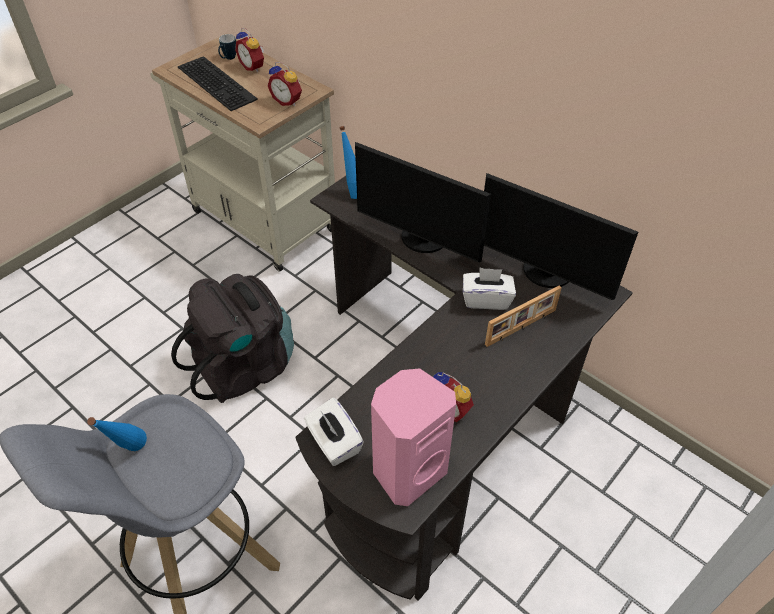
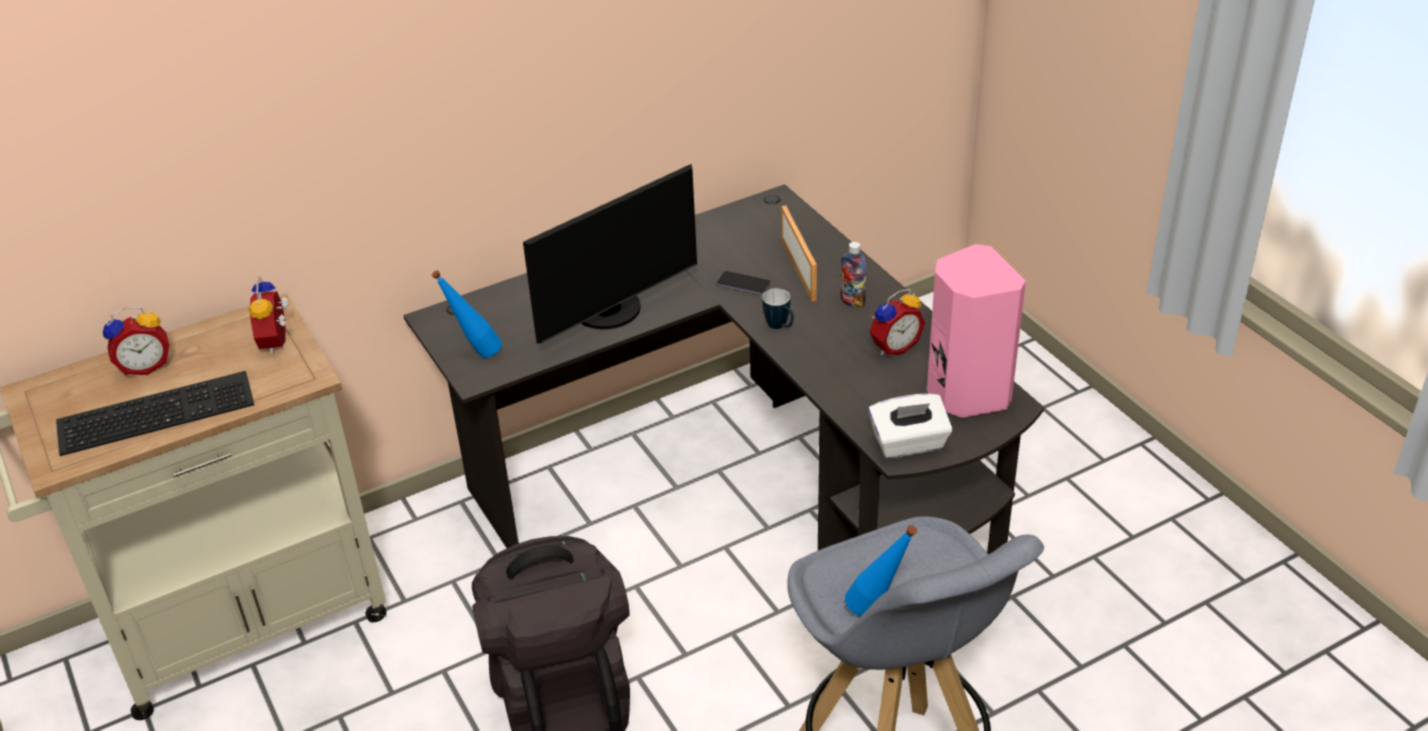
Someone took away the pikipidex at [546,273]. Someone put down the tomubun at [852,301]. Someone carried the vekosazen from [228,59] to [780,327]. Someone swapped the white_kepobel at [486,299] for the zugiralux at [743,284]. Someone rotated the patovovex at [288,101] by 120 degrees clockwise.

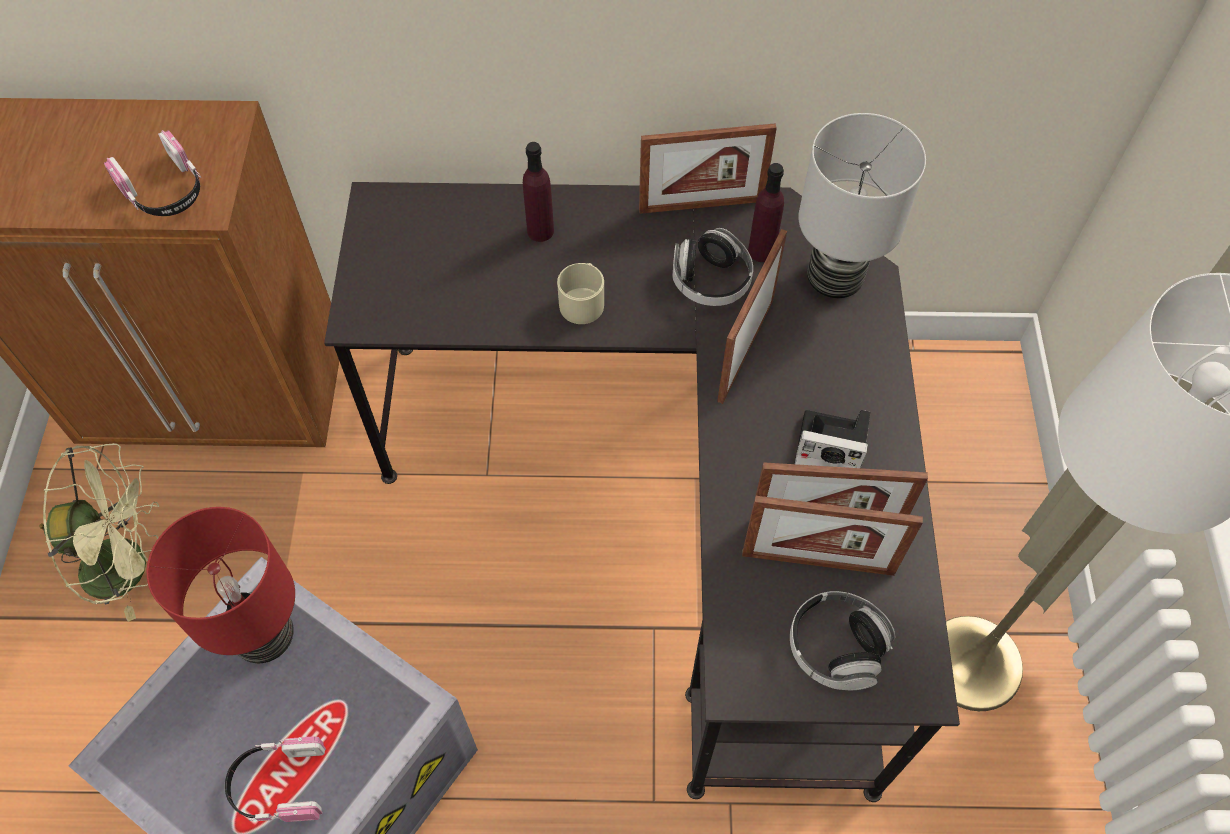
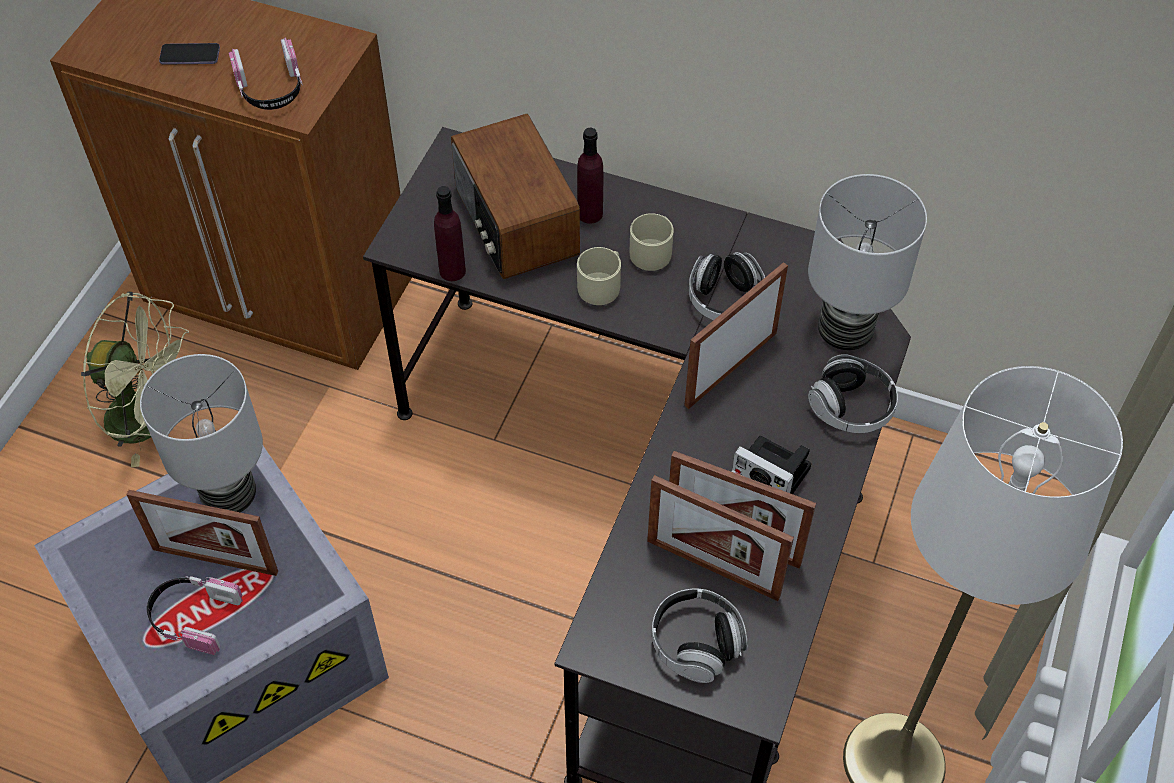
Someone put down the zugiralux at [190,55]. Someone put down the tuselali at [514,223]. Someone put down the beige_vekosazen at [653,250]. Someone put down the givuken at [851,407]. Someone carried the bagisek from [701,205] to [215,560]. Someone carried the purple_tomubun from [761,251] to [452,271]. Someone repainted the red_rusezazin at [263,634], which became the grey_rusezazin at [228,492].

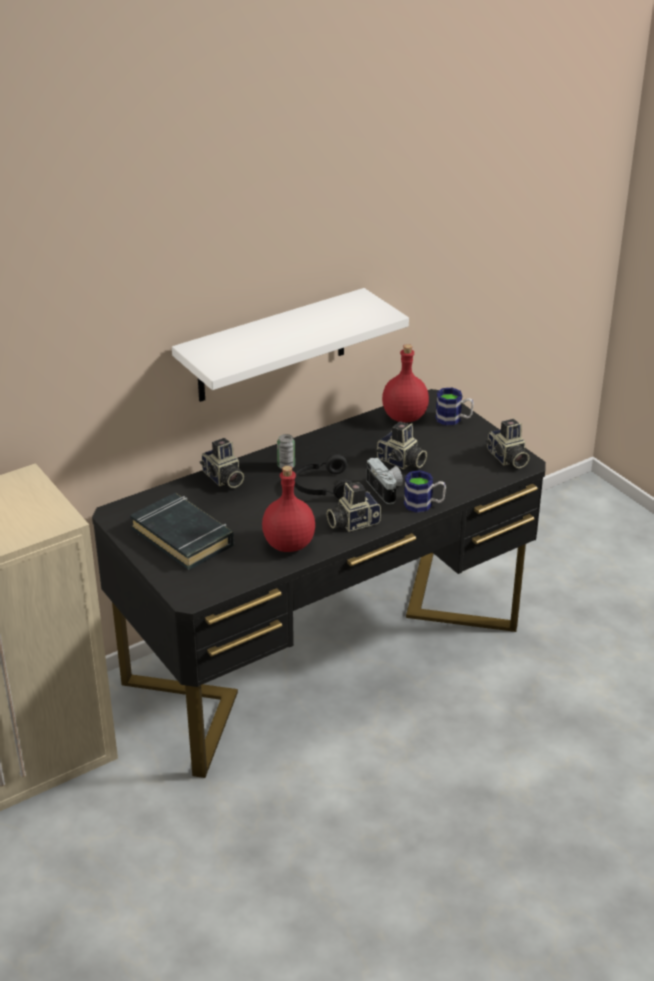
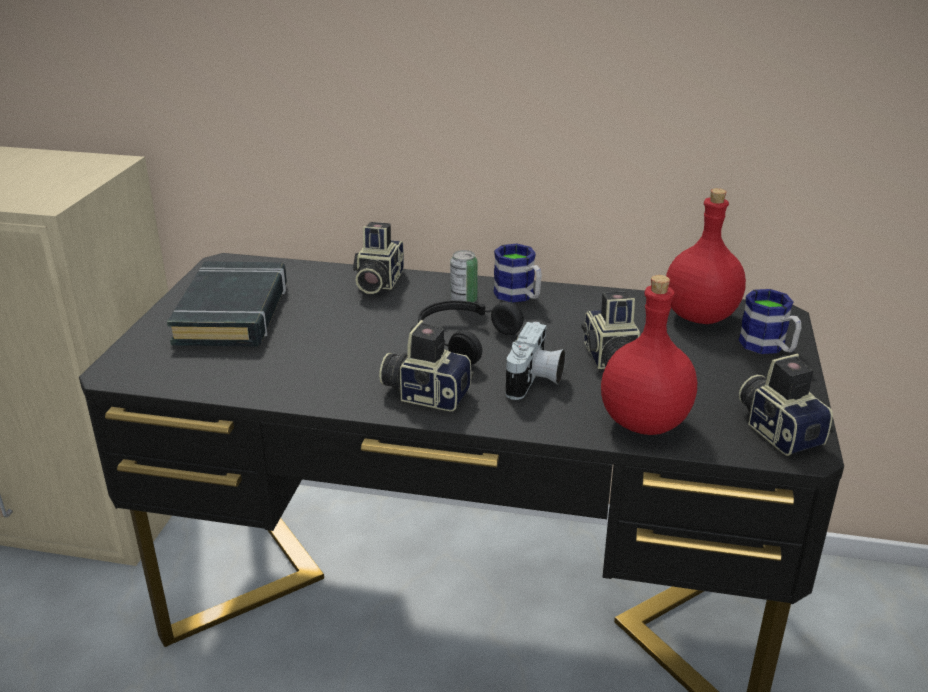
Someone took away the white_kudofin at [272,346]. Someone carried the red_tomubun from [288,544] to [643,421]. Someone carried the vekosazen from [424,504] to [519,296]. Someone rotated the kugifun at [507,458] by 135 degrees clockwise.

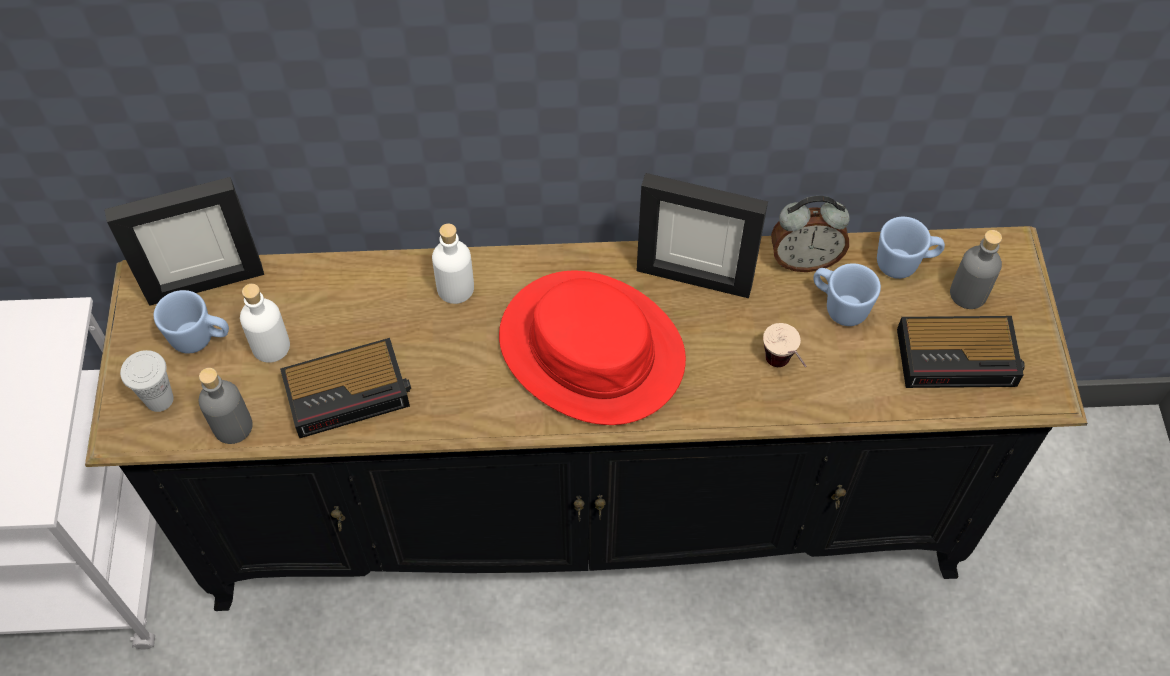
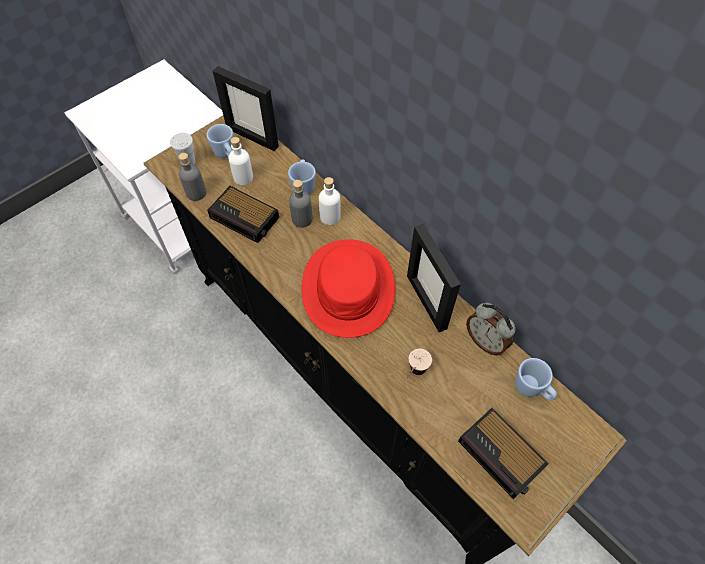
Someone carried the blue_vekosazen from [839,306] to [303,185]. Someone carried the grey_tomubun from [968,294] to [302,219].

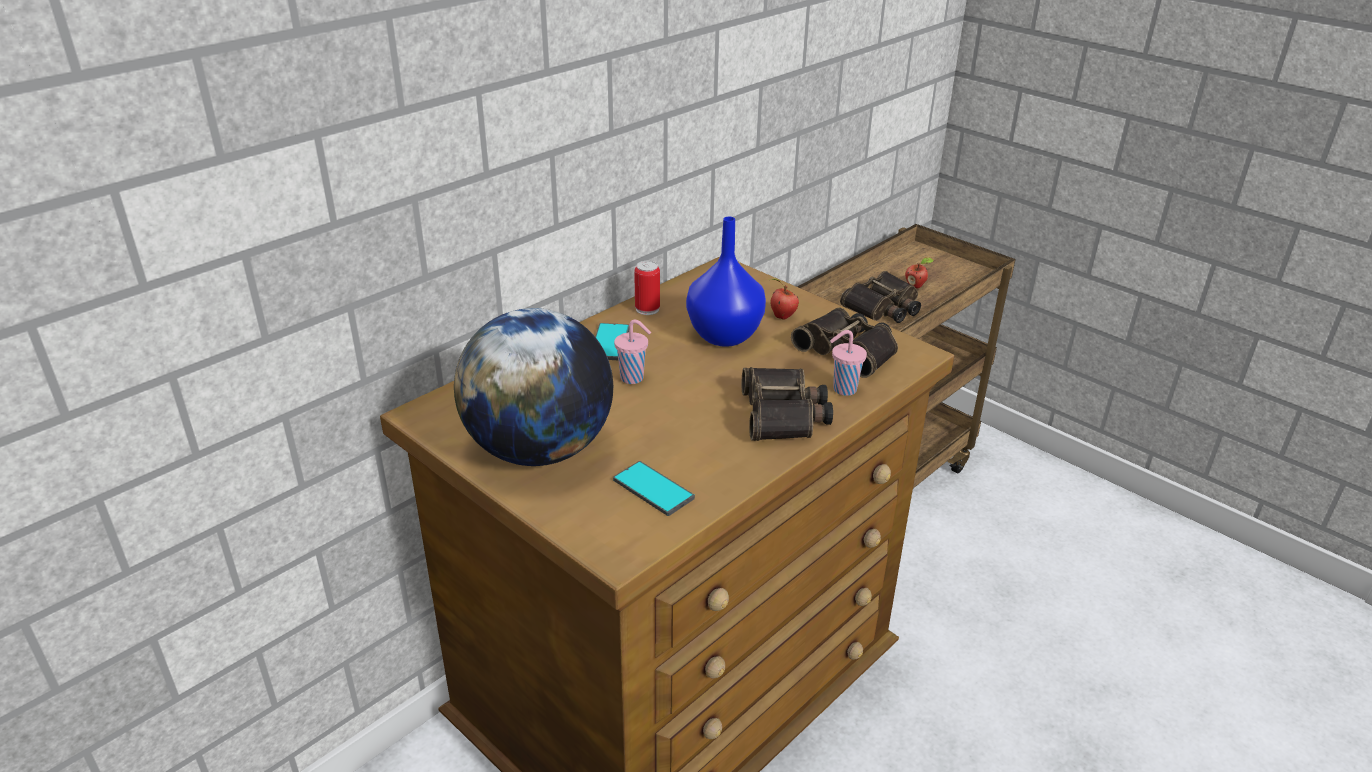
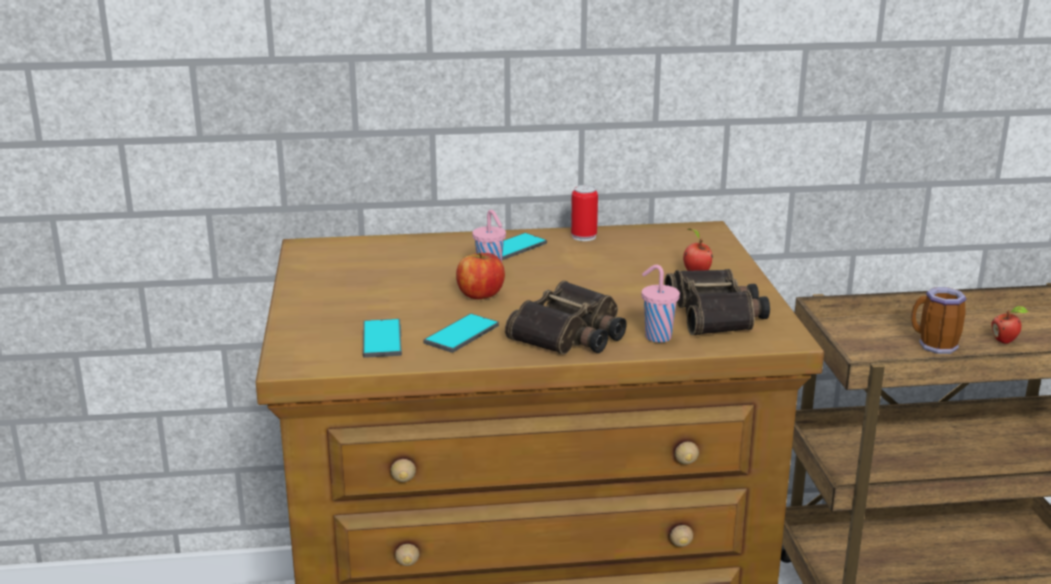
Someone took away the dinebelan at [540,449]. Someone took away the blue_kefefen at [724,335]. Someone put down the zugiralux at [462,334]. Someone put down the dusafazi at [480,294]. Someone swapped the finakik at [883,307] for the vekosazen at [934,346].

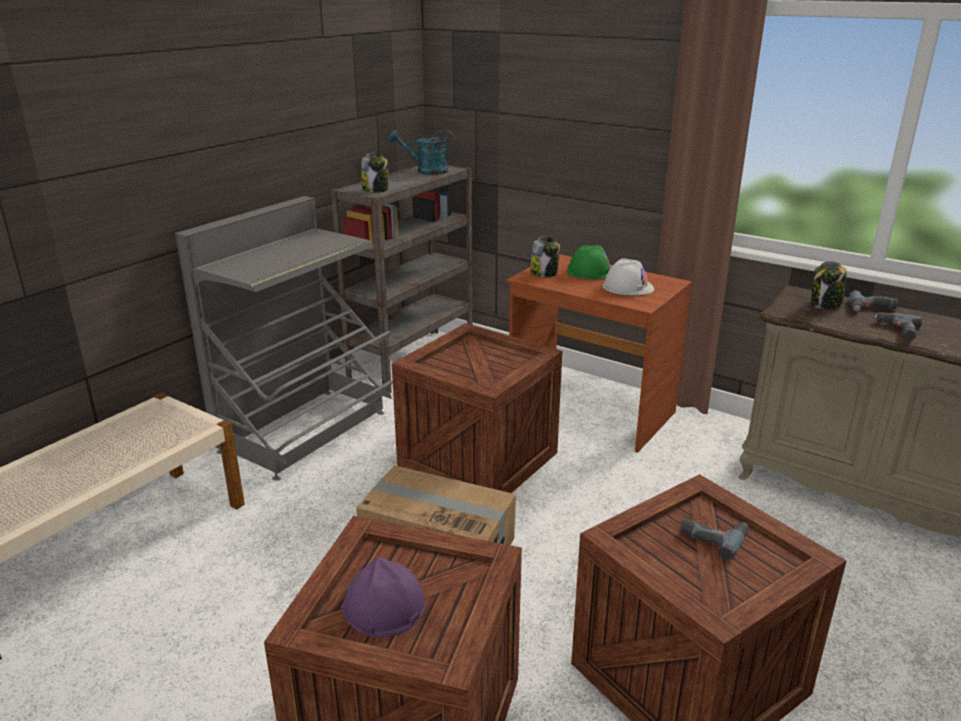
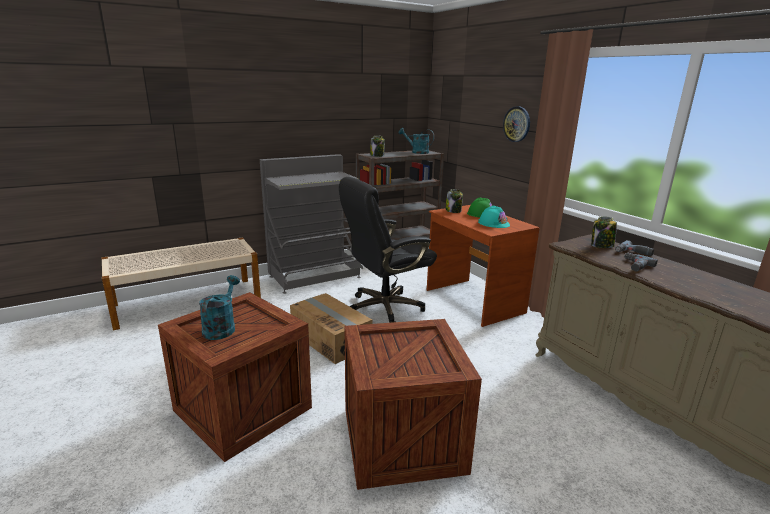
Someone took away the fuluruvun at [713,536]. Someone put up the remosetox at [517,124]. Someone swapped the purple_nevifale at [383,605] for the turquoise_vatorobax at [221,327]. Someone swapped the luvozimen at [475,460] for the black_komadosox at [386,308]. Someone repainted the white_nevifale at [627,287], which became the turquoise_nevifale at [493,223].

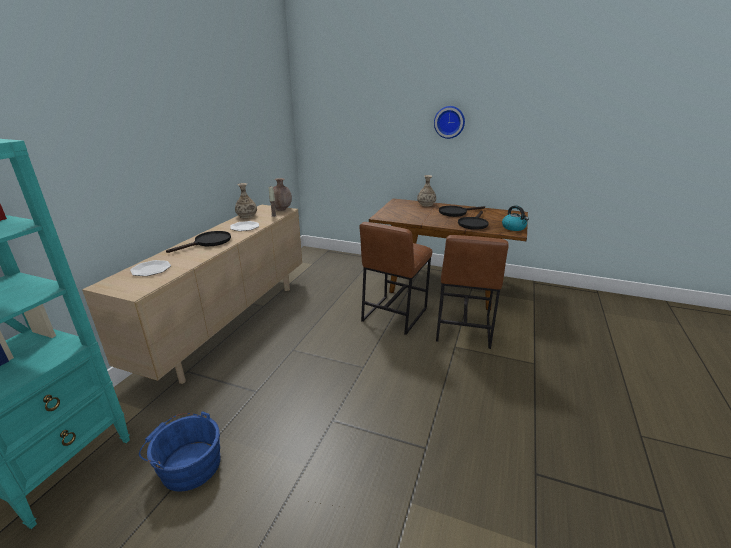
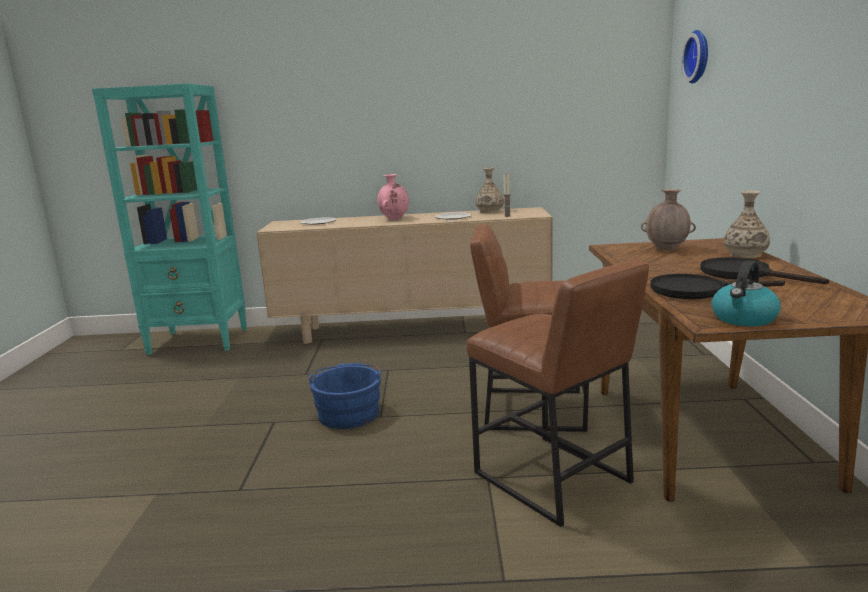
Someone carried the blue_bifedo from [188,464] to [349,412]. Someone carried the brown_kefefen from [281,210] to [666,249]. Someone carried the remosetox from [449,122] to [699,56]. Someone swapped the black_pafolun at [208,242] for the pink_kefefen at [394,219]. Someone rotated the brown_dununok at [463,329] by 120 degrees counterclockwise.

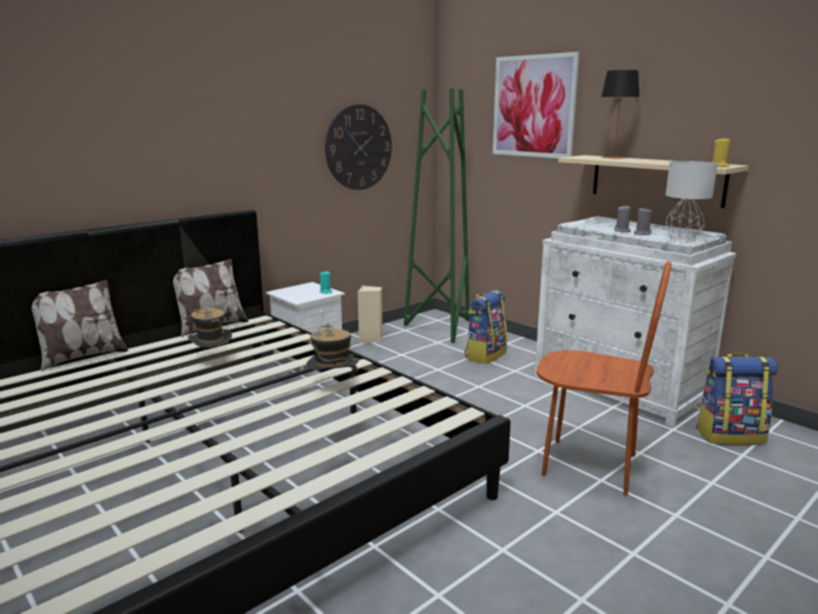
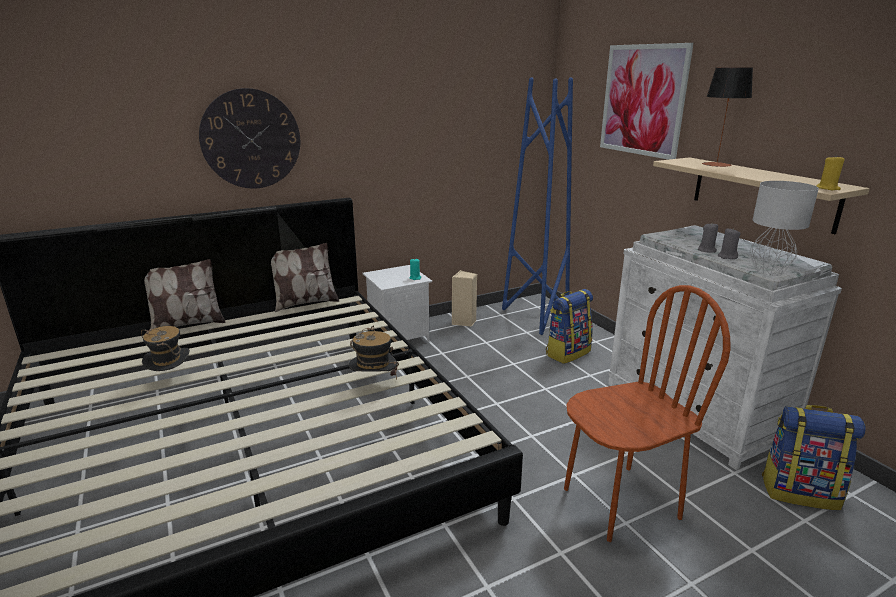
Someone carried the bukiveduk from [212,360] to [171,379]. Someone carried the remosetox from [358,147] to [251,139]. Someone repainted the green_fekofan at [442,329], which became the blue_fekofan at [537,318]. Someone rotated the brown_dununok at [589,465] by 60 degrees counterclockwise.

